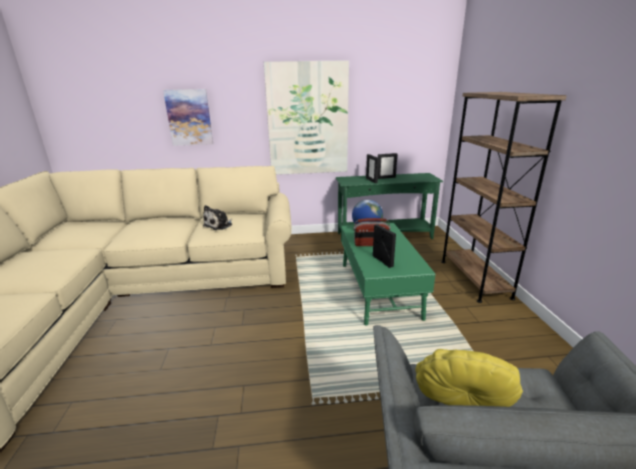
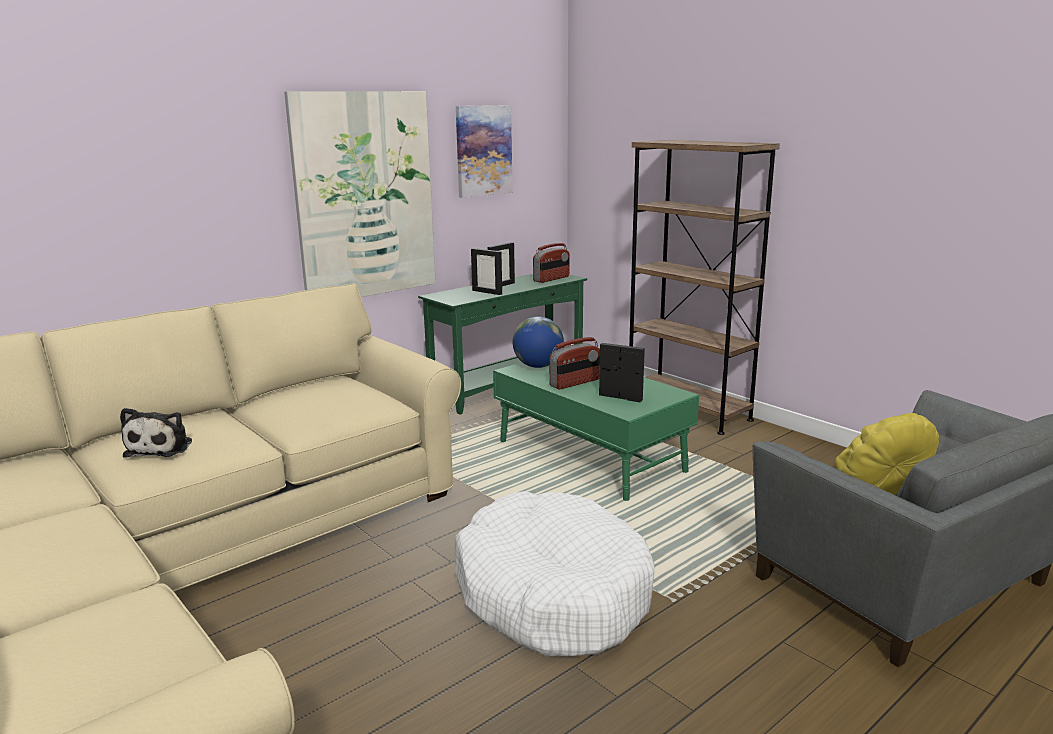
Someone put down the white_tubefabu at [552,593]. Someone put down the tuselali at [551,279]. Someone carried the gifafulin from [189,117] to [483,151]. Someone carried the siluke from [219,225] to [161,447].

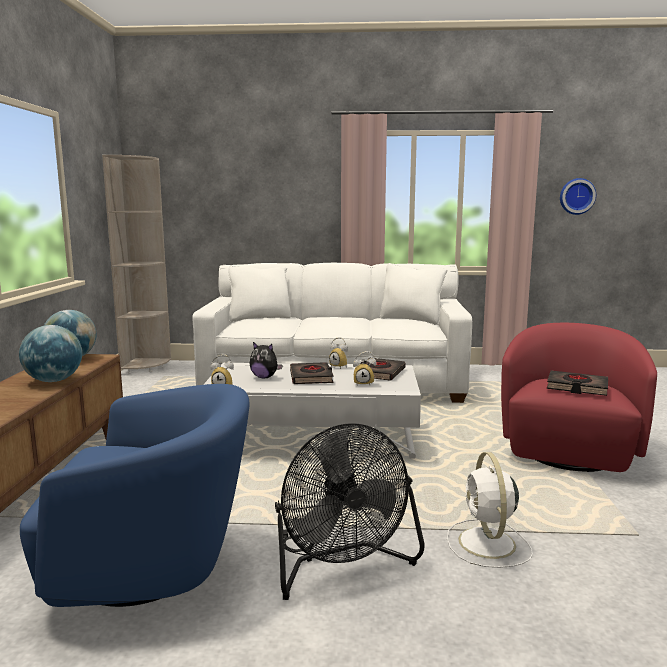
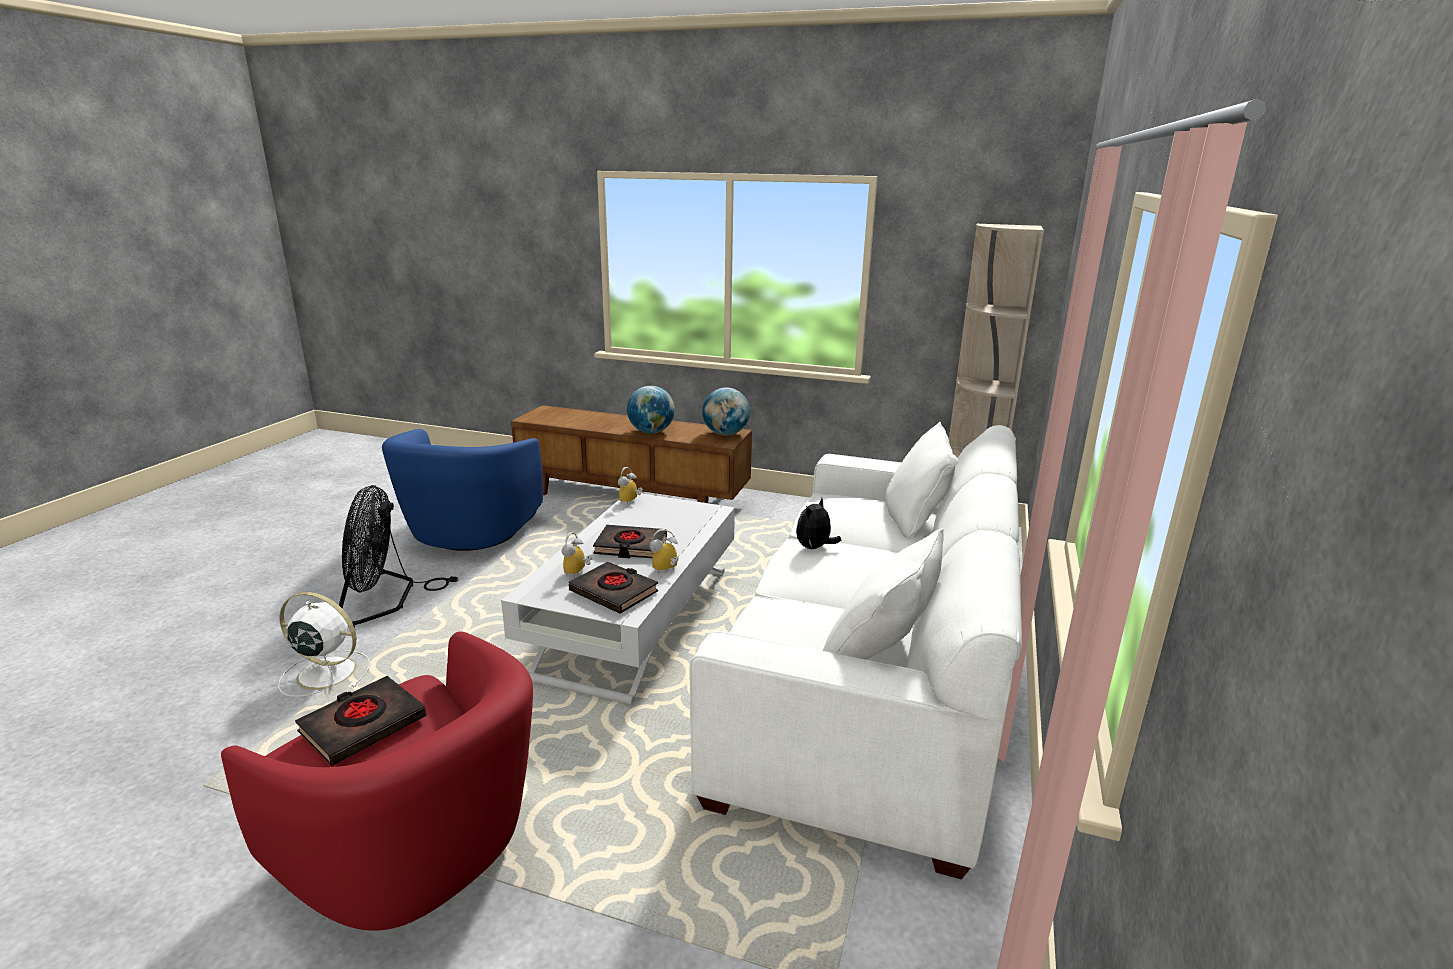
Someone took away the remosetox at [576,196]. Someone carried the siluke from [264,377] to [814,548].

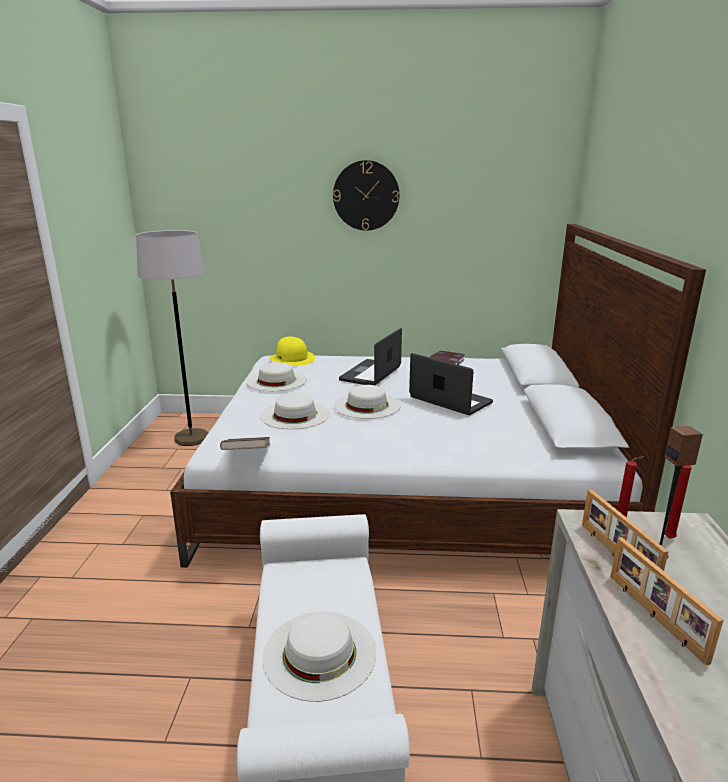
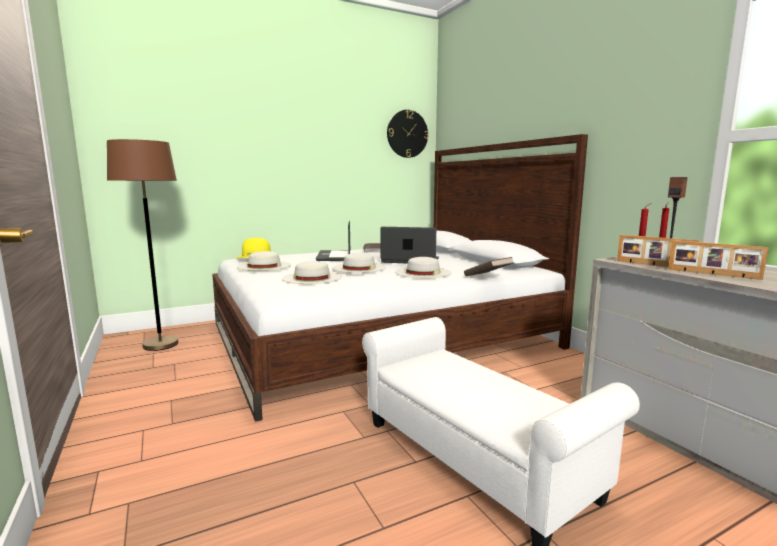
Someone carried the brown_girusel from [247,456] to [487,277]. Someone carried the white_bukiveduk from [320,653] to [423,272]. Someone carried the remosetox from [366,196] to [407,134]. Someone repainted the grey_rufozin at [191,438], which became the brown_rufozin at [160,344].

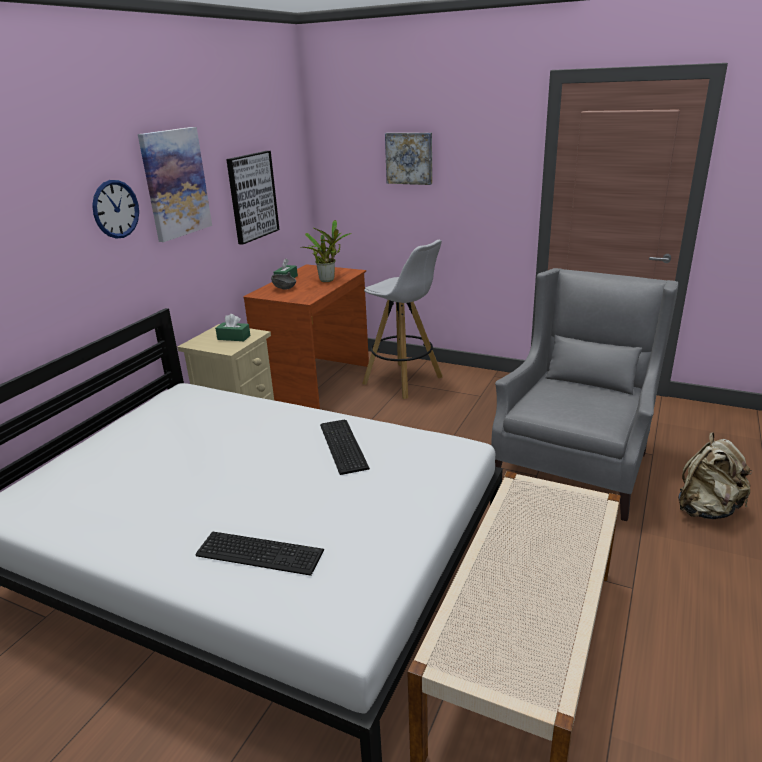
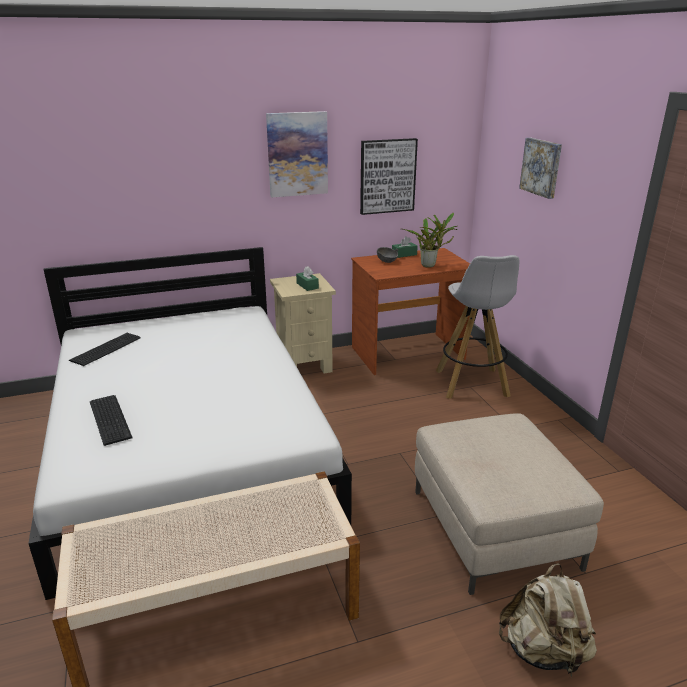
Someone took away the remosetox at [115,209]. Someone carried the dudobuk from [342,447] to [104,349]. Someone swapped the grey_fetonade at [575,463] for the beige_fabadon at [494,528].

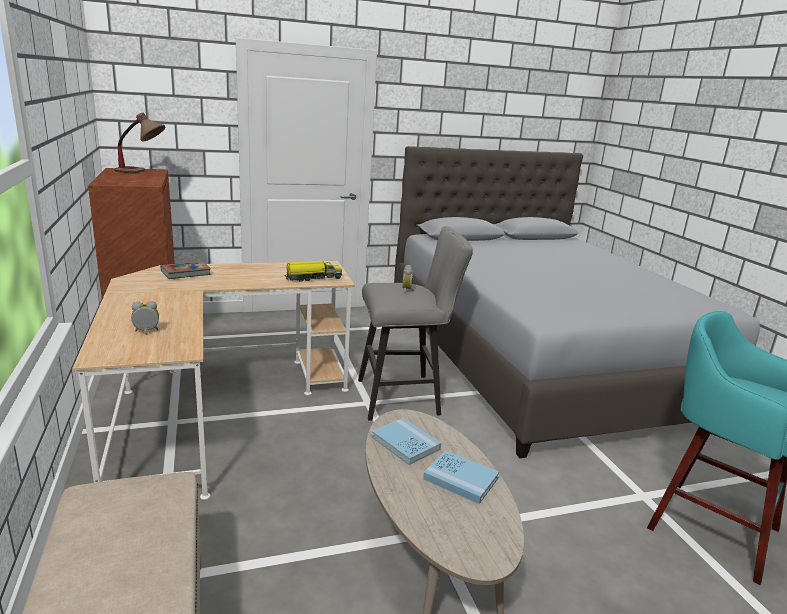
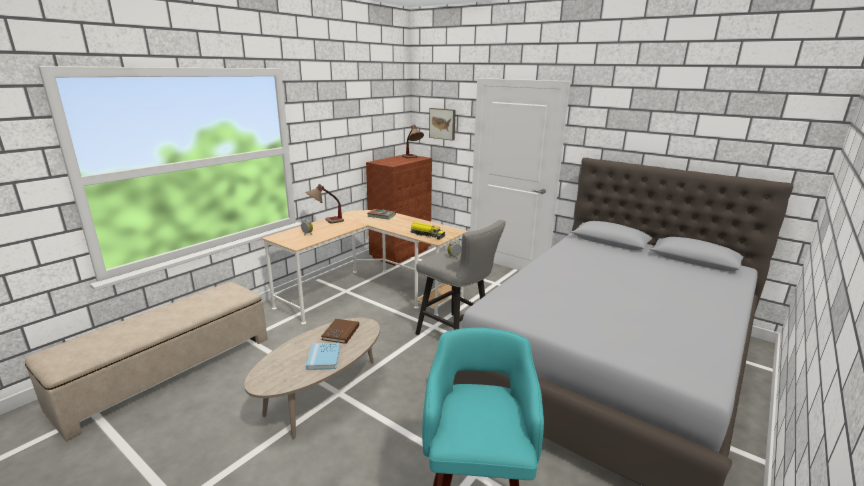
Someone put down the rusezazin at [325,222]. Someone put up the gifafulin at [443,123]. Someone repainted the blue_girusel at [405,443], which became the brown_girusel at [340,332].

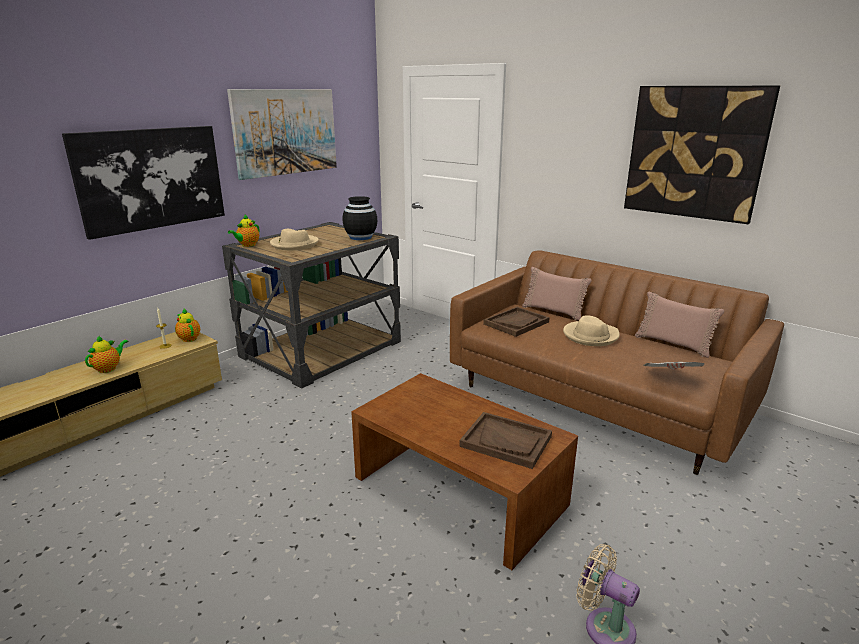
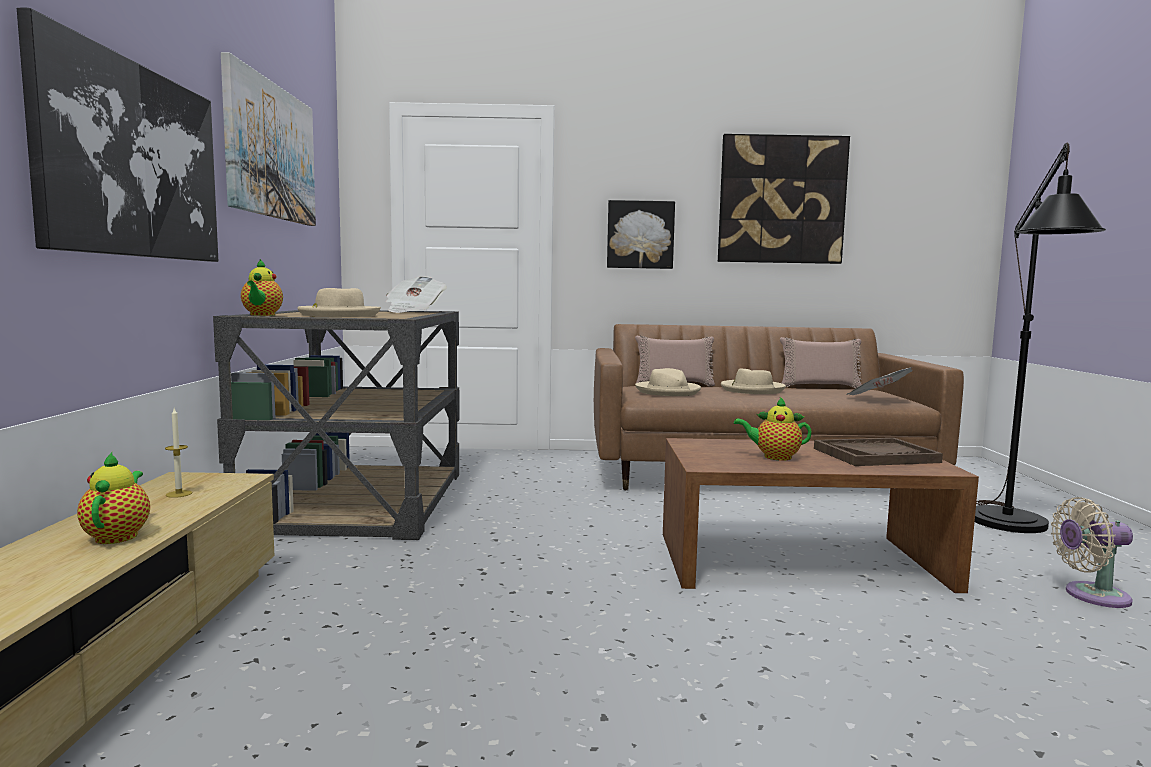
Someone put up the gifafulin at [640,235]. Someone put down the black_rufozin at [1011,527]. Someone carried the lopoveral from [189,338] to [774,457]. Someone swapped the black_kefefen at [360,237] for the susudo at [413,311]. Someone swapped the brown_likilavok at [516,323] for the beige_bukiveduk at [668,391].

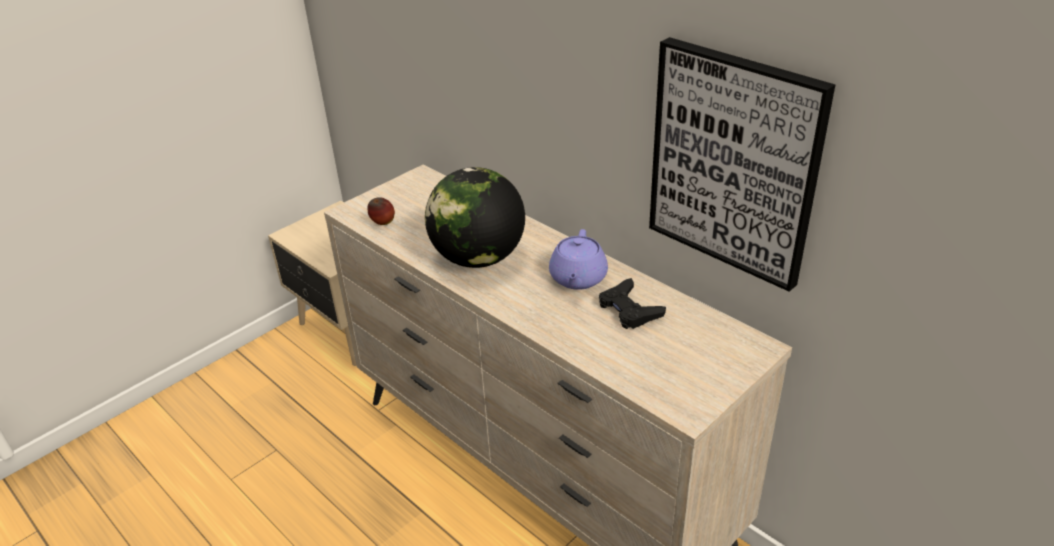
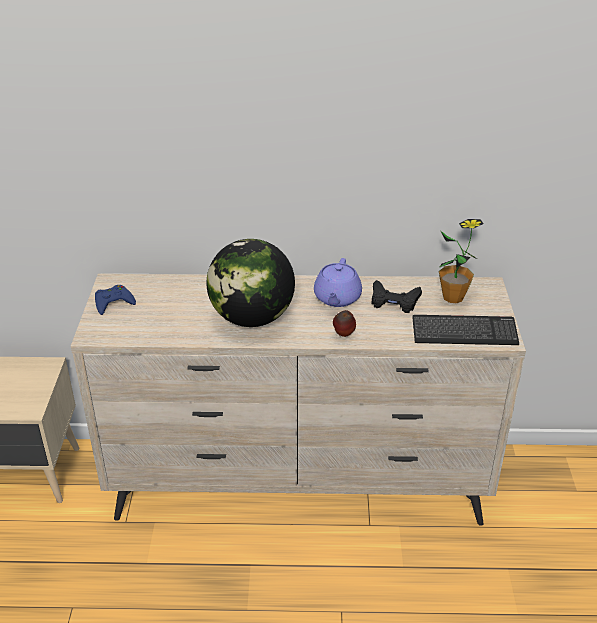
Someone took away the gifafulin at [734,163]. Someone put down the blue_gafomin at [113,303]. Someone put down the dudobuk at [464,332]. Someone put down the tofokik at [453,297]. Someone carried the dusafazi from [383,224] to [343,335]. Someone rotated the purple_lopoveral at [578,278] by 45 degrees clockwise.

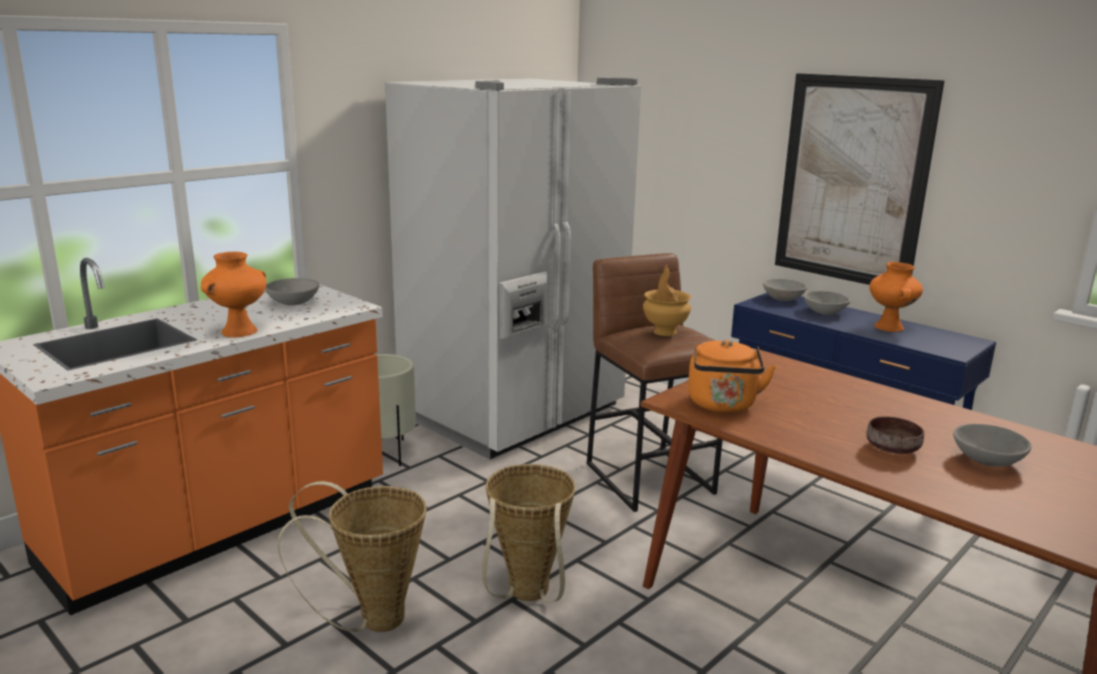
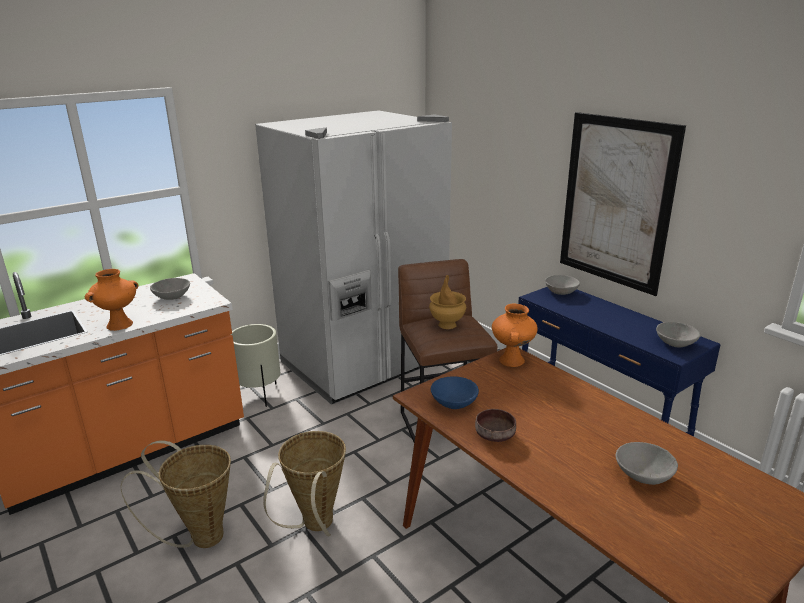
Someone carried the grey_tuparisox from [825,312] to [675,343]. Someone carried the brown_tuparisox from [892,448] to [495,434]. Someone carried the orange_kefefen from [890,327] to [512,361]. Someone swapped the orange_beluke at [722,405] for the blue_tuparisox at [454,403].

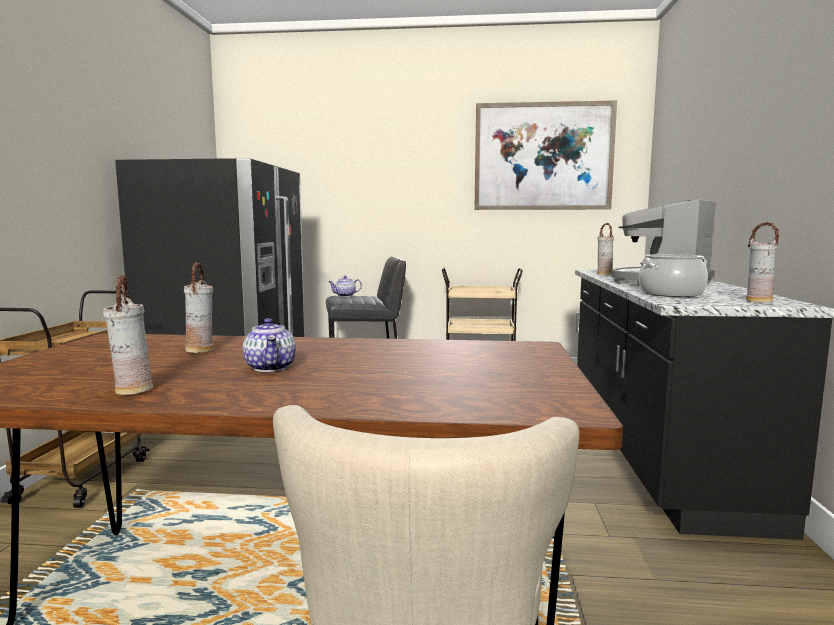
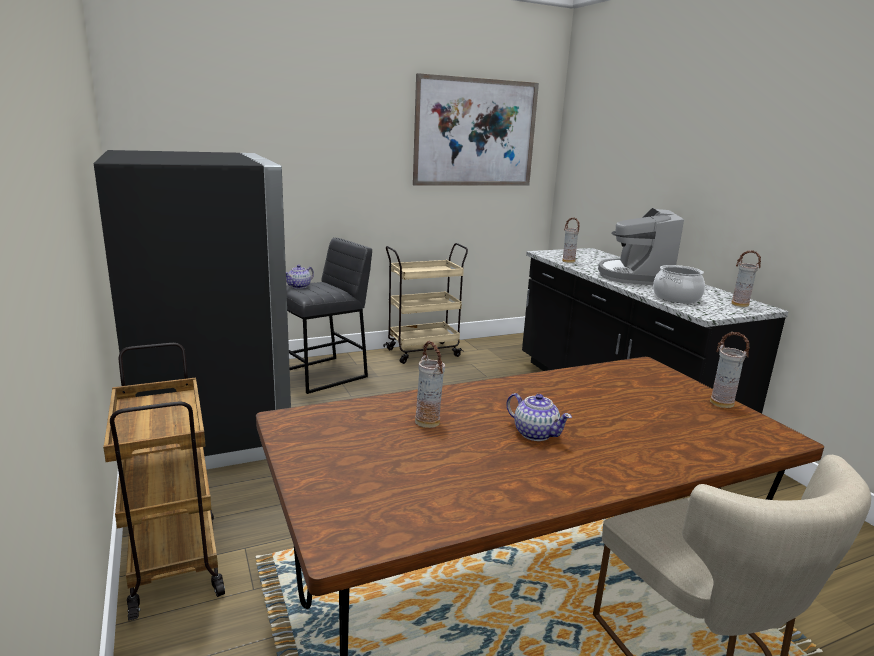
Someone carried the kefefen from [132,390] to [721,403].

